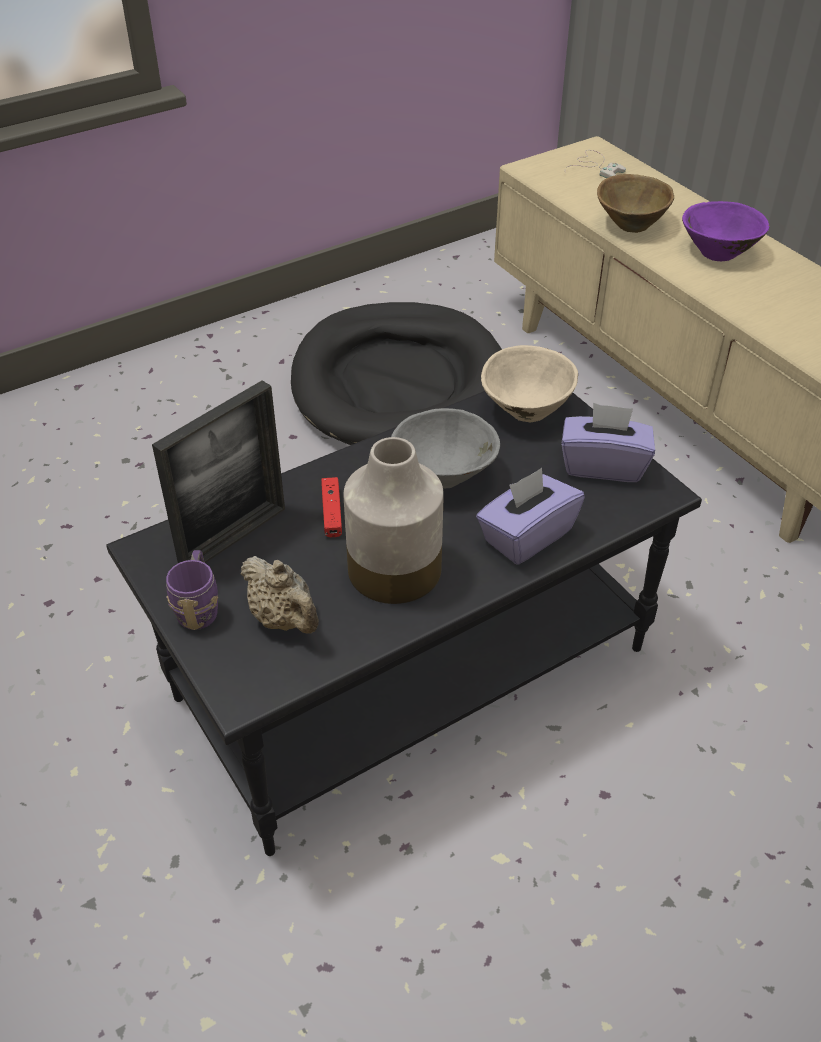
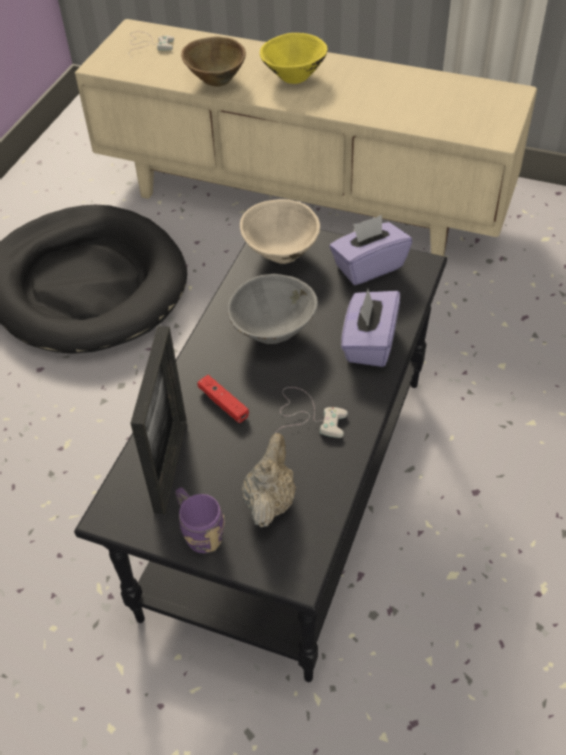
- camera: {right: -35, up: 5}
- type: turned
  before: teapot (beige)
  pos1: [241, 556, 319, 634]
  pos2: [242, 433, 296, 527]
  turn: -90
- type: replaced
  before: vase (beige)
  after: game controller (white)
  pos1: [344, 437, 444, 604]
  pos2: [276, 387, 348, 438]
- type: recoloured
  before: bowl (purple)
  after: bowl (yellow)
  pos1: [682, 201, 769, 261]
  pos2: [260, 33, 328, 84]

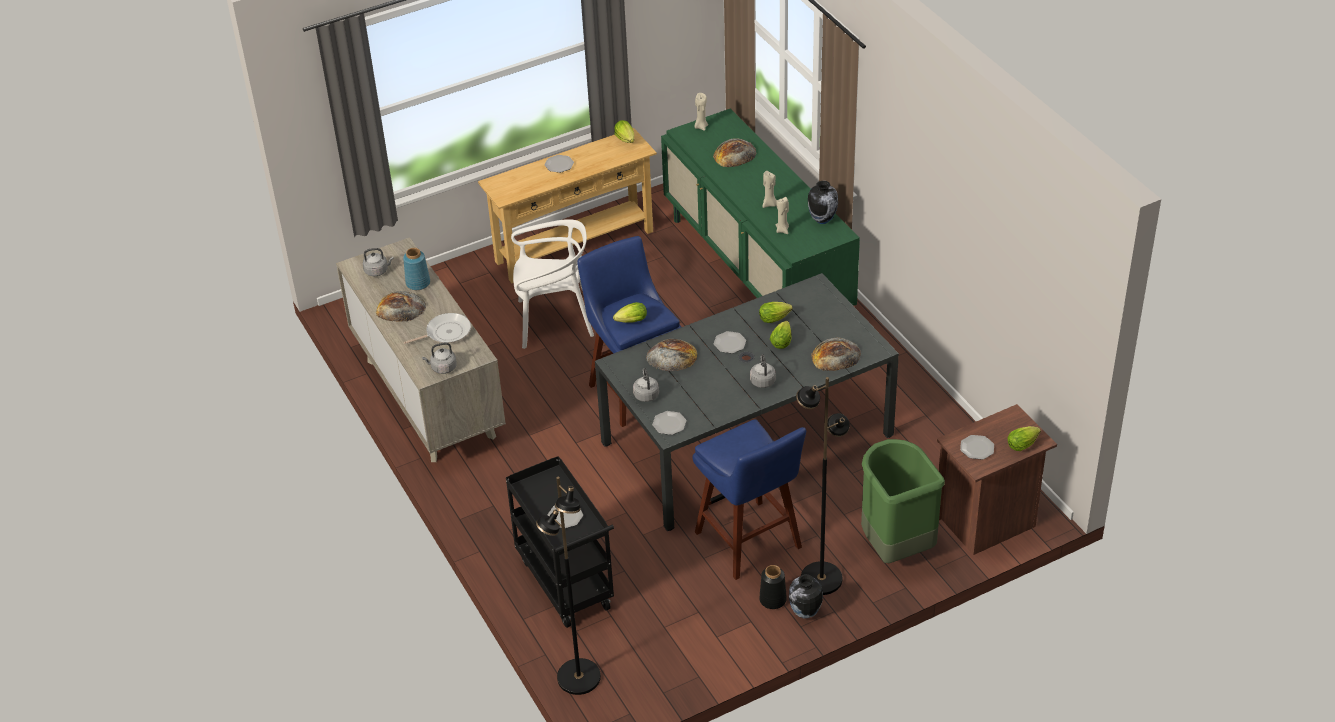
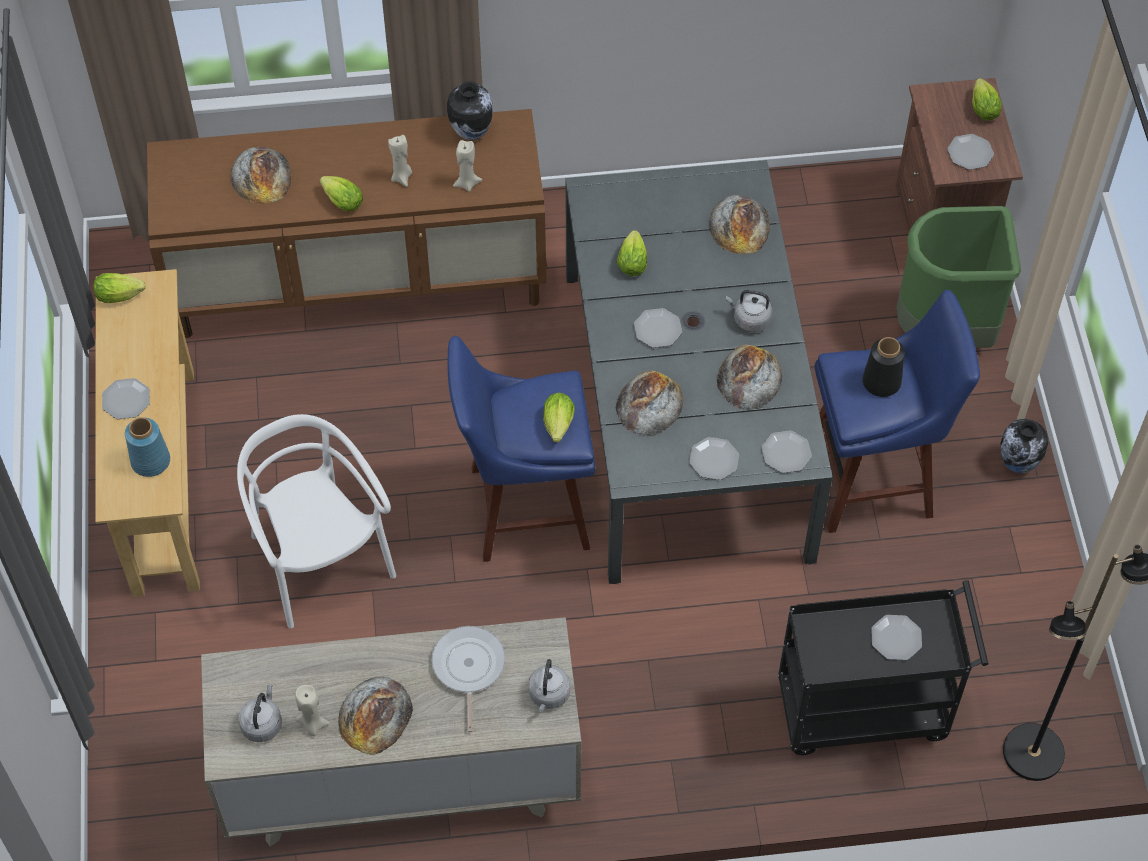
- camera: {right: -70, up: 15}
- type: moved
  before: vase (blue)
  pos1: [403, 248, 430, 290]
  pos2: [125, 417, 170, 477]
- type: turned
  before: chair (white)
  pos1: [511, 219, 594, 349]
  pos2: [237, 414, 396, 628]
  turn: -45
- type: replaced
  before: kettle (grey)
  after: plate
  pos1: [633, 368, 659, 402]
  pos2: [689, 437, 739, 480]
- type: recoloured
  before: cabinet (green)
  after: cabinet (brown)
  pos1: [661, 108, 860, 306]
  pos2: [147, 109, 546, 338]
- type: moved
  before: candle (beige)
  pos1: [694, 93, 708, 131]
  pos2: [295, 685, 330, 736]
- type: moved
  before: vase (black)
  pos1: [759, 565, 787, 609]
  pos2: [862, 337, 905, 397]
- type: moved
  before: lettuce
  pos1: [770, 321, 792, 349]
  pos2: [320, 176, 363, 211]
- type: removed
  before: floor lamp (black)
  pos1: [796, 377, 850, 595]
- type: added
  after: bread
  pos2: [717, 345, 782, 410]

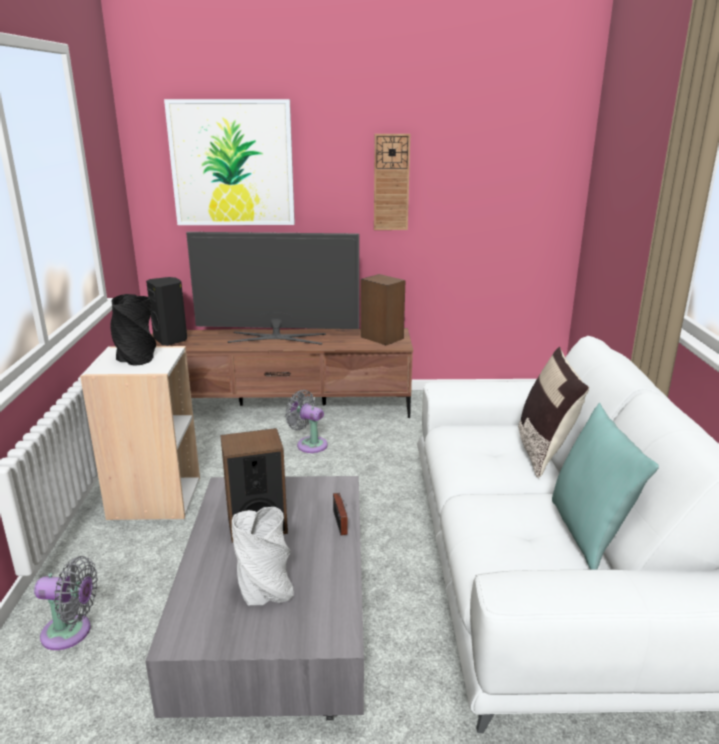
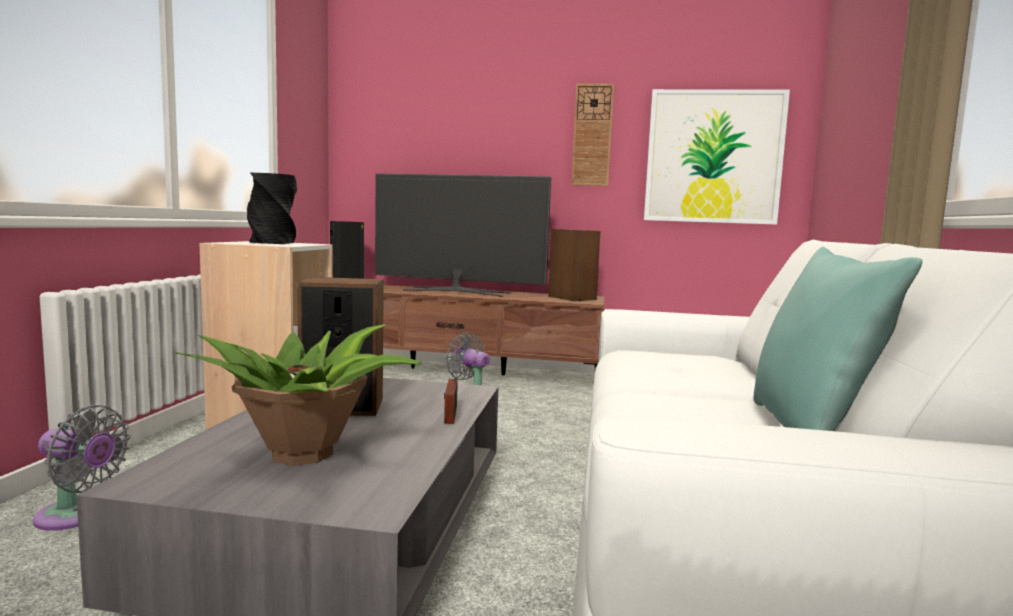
- camera: {right: 10, up: -15}
- type: moved
  before: picture
  pos1: [164, 99, 295, 225]
  pos2: [644, 89, 790, 225]
- type: replaced
  before: vase (grey)
  after: potted plant
  pos1: [232, 507, 294, 606]
  pos2: [175, 324, 422, 466]
- type: removed
  before: pillow
  pos1: [518, 347, 589, 478]

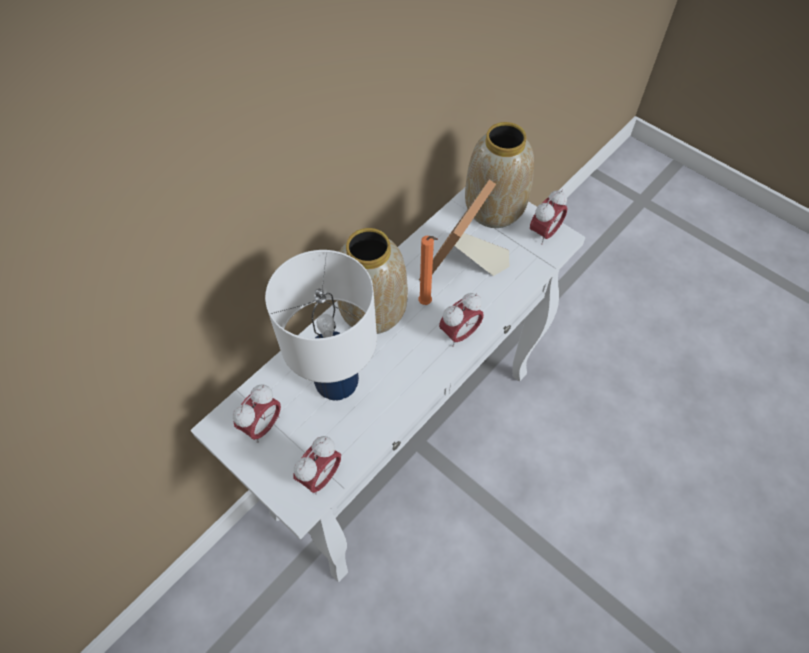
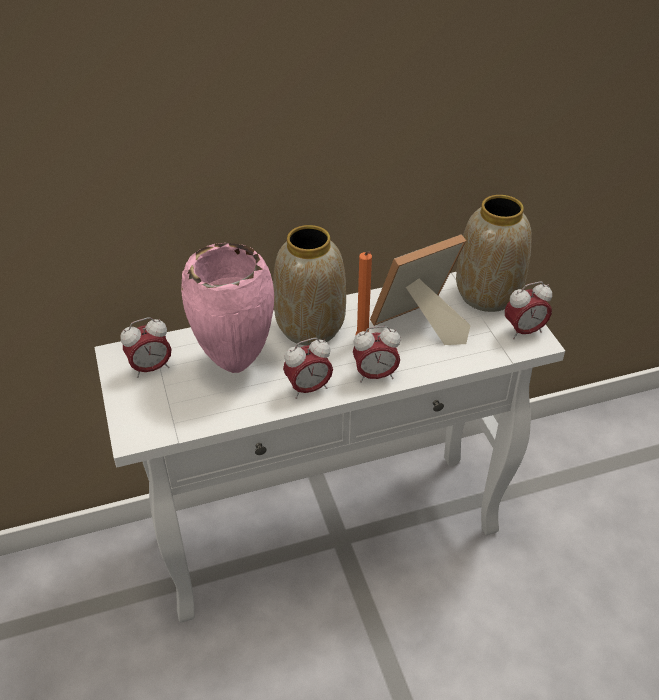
- camera: {right: 30, up: -15}
- type: replaced
  before: table lamp (white)
  after: vase (pink)
  pos1: [265, 250, 377, 400]
  pos2: [181, 243, 274, 373]
- type: moved
  before: alarm clock
  pos1: [293, 436, 341, 495]
  pos2: [283, 338, 333, 399]

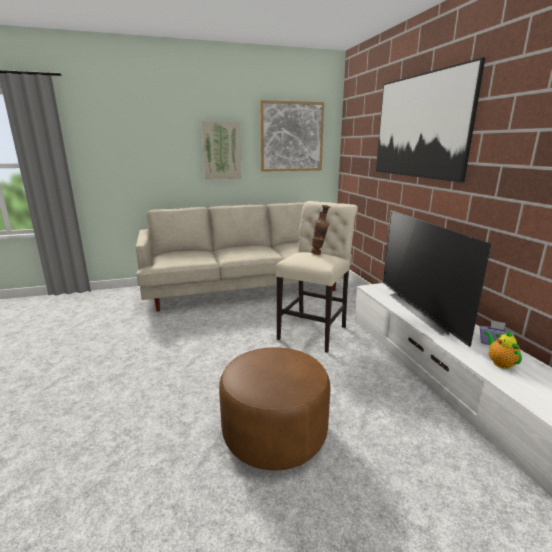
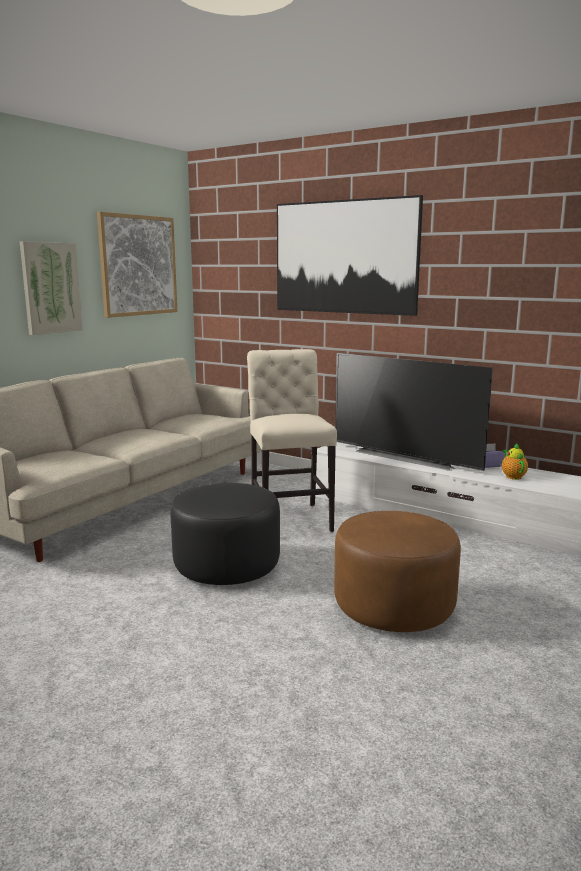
- camera: {right: -40, up: -5}
- type: removed
  before: vase
  pos1: [311, 205, 331, 255]
- type: turned
  before: teapot
  pos1: [484, 329, 522, 369]
  pos2: [502, 443, 528, 480]
  turn: 45
- type: added
  after: ottoman (black)
  pos2: [170, 483, 280, 585]

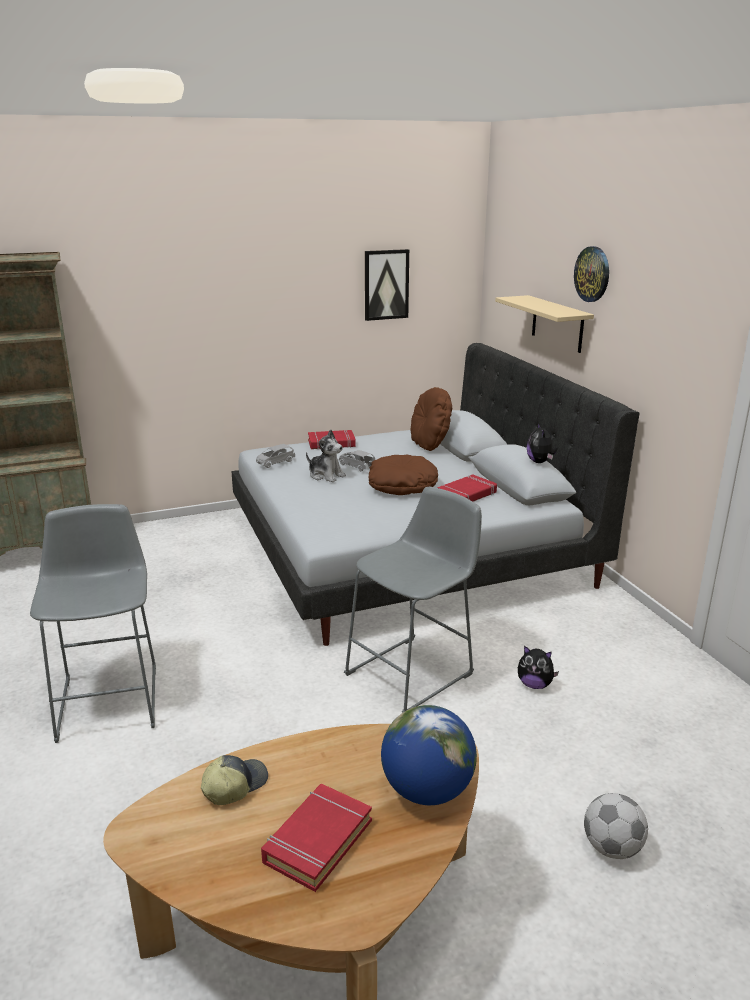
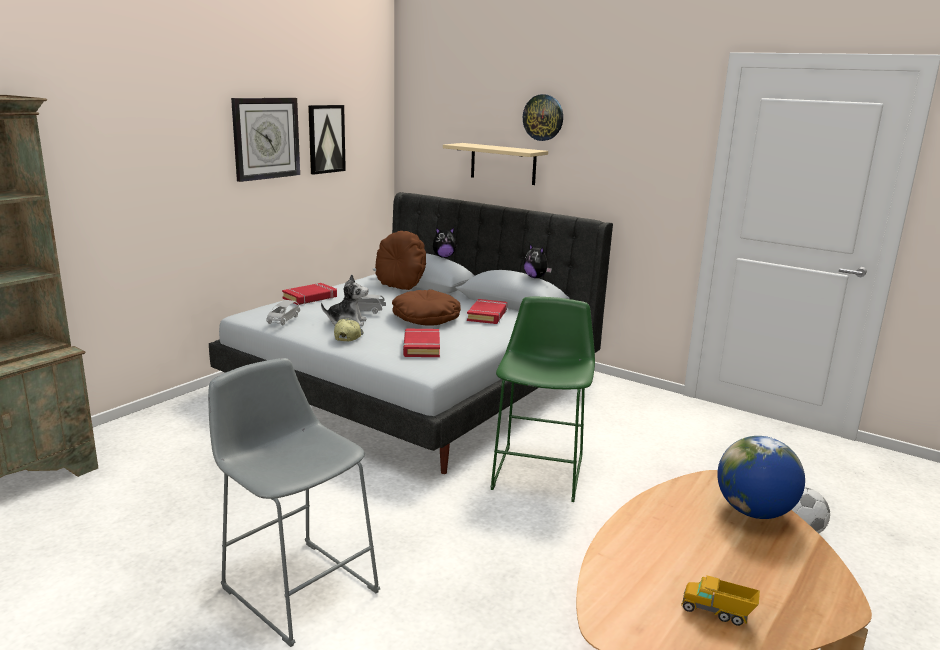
- camera: {right: -35, up: -5}
- type: moved
  before: cap
  pos1: [201, 755, 268, 805]
  pos2: [334, 318, 364, 342]
- type: moved
  before: book (red)
  pos1: [261, 784, 372, 892]
  pos2: [403, 329, 440, 357]
- type: recoloured
  before: stool (grey)
  after: stool (green)
  pos1: [344, 487, 482, 712]
  pos2: [491, 297, 595, 502]
- type: moved
  before: plush toy
  pos1: [518, 646, 559, 689]
  pos2: [433, 228, 457, 258]
- type: added
  after: wall clock
  pos2: [231, 98, 300, 182]
- type: added
  after: toy truck
  pos2: [681, 575, 760, 626]

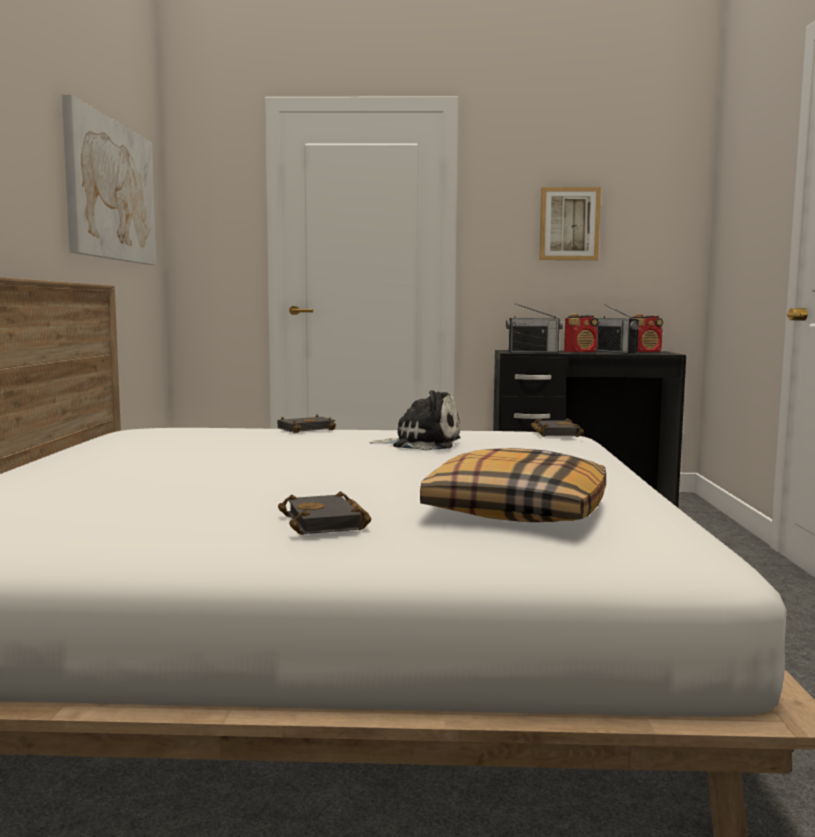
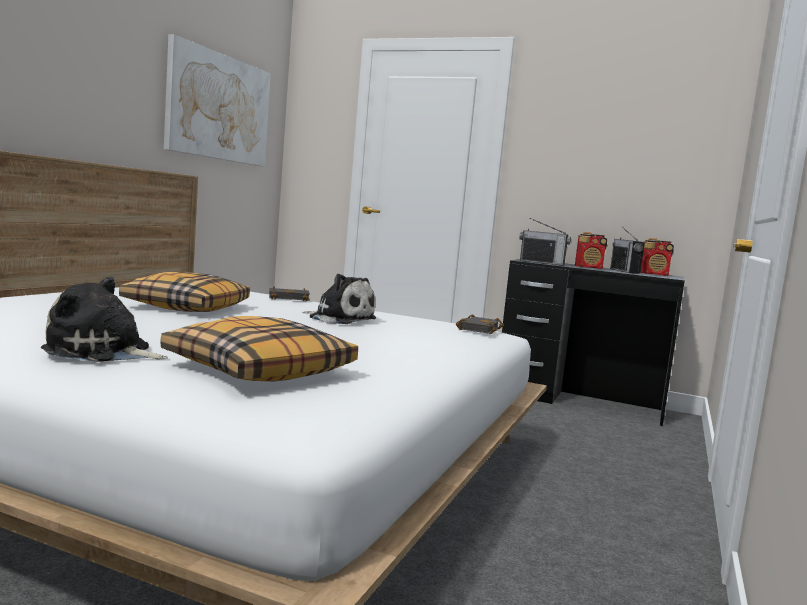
- camera: {right: 20, up: 0}
- type: replaced
  before: book (black)
  after: plush toy
  pos1: [278, 492, 371, 535]
  pos2: [41, 277, 168, 362]
- type: removed
  before: picture
  pos1: [539, 187, 601, 260]
- type: added
  after: pillow
  pos2: [119, 272, 250, 312]

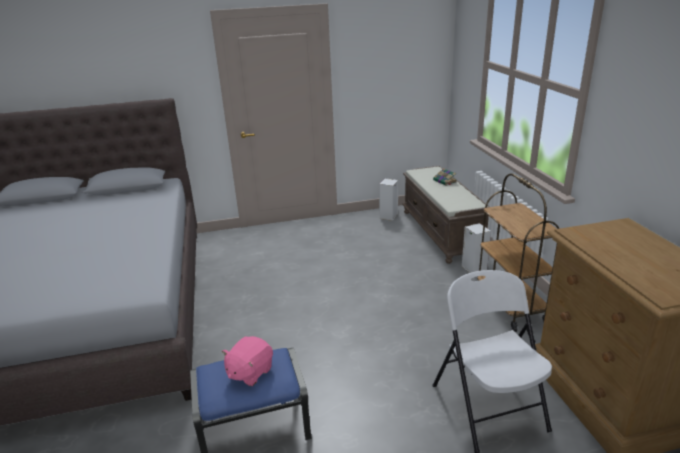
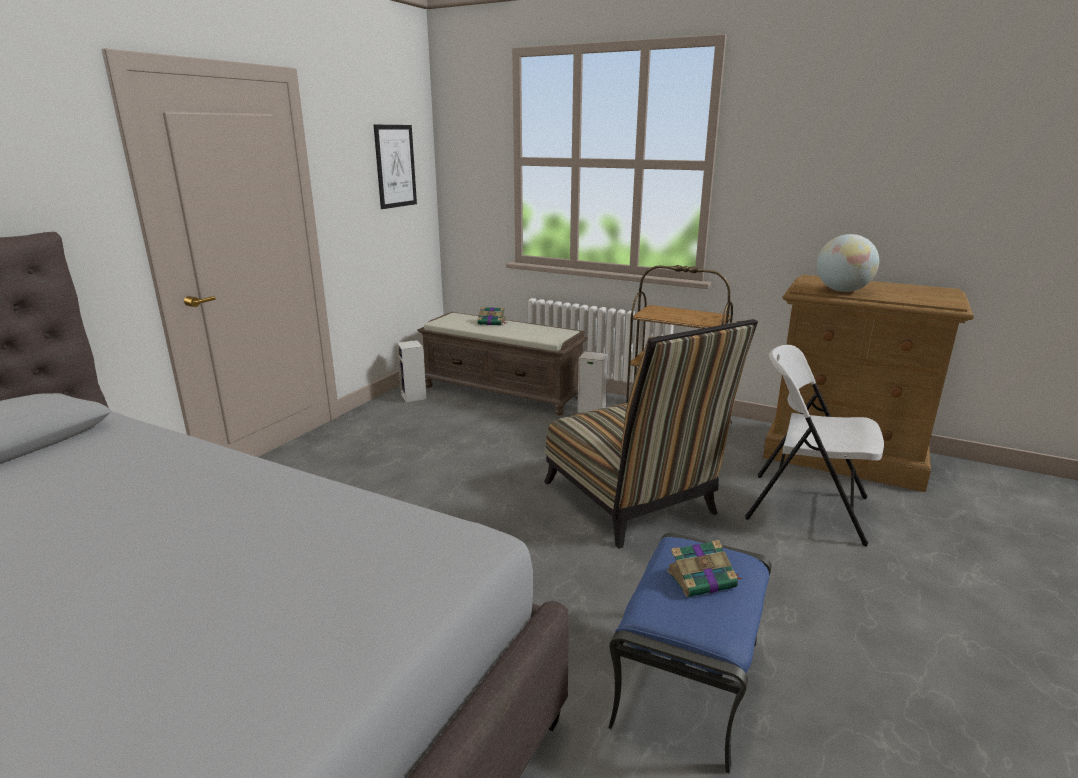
- camera: {right: -50, up: -5}
- type: replaced
  before: plush toy (pink)
  after: book
  pos1: [222, 336, 273, 386]
  pos2: [667, 540, 742, 597]
- type: added
  after: picture
  pos2: [374, 125, 417, 209]
- type: added
  after: chair
  pos2: [544, 319, 758, 549]
- type: added
  after: globe
  pos2: [817, 234, 879, 292]

